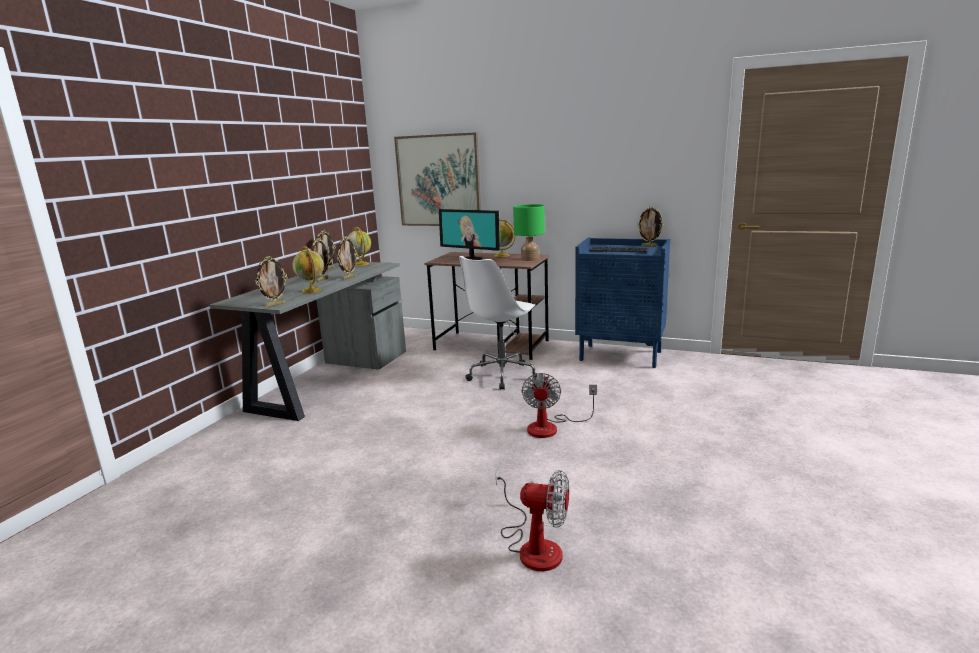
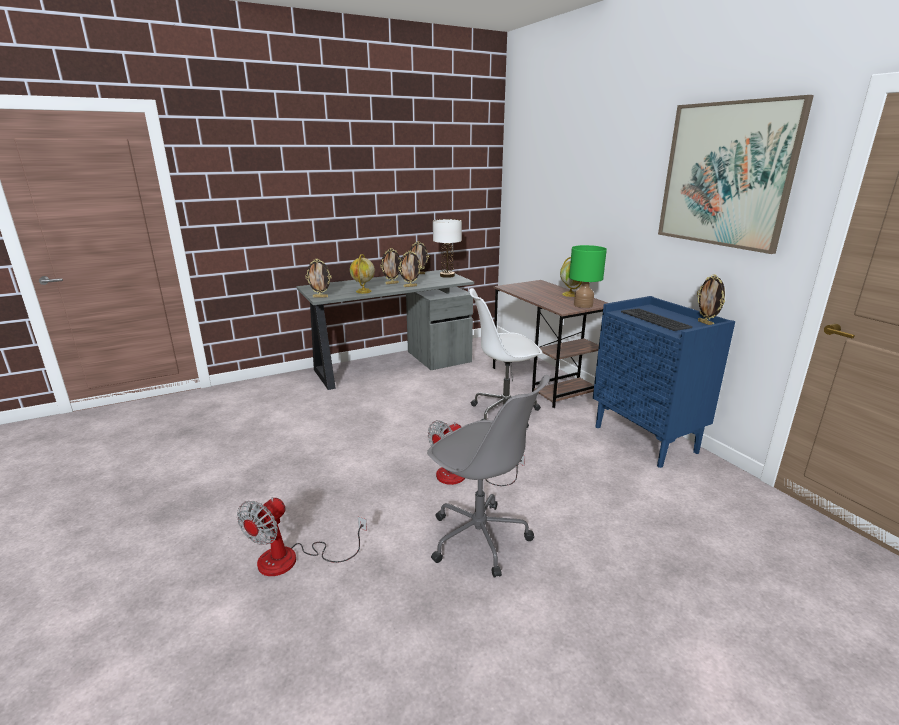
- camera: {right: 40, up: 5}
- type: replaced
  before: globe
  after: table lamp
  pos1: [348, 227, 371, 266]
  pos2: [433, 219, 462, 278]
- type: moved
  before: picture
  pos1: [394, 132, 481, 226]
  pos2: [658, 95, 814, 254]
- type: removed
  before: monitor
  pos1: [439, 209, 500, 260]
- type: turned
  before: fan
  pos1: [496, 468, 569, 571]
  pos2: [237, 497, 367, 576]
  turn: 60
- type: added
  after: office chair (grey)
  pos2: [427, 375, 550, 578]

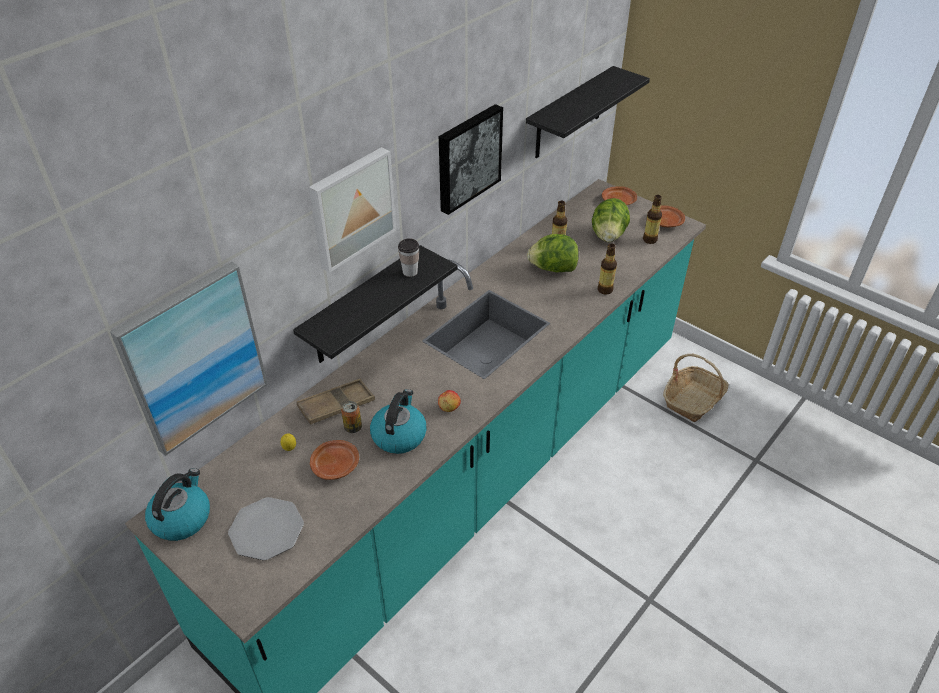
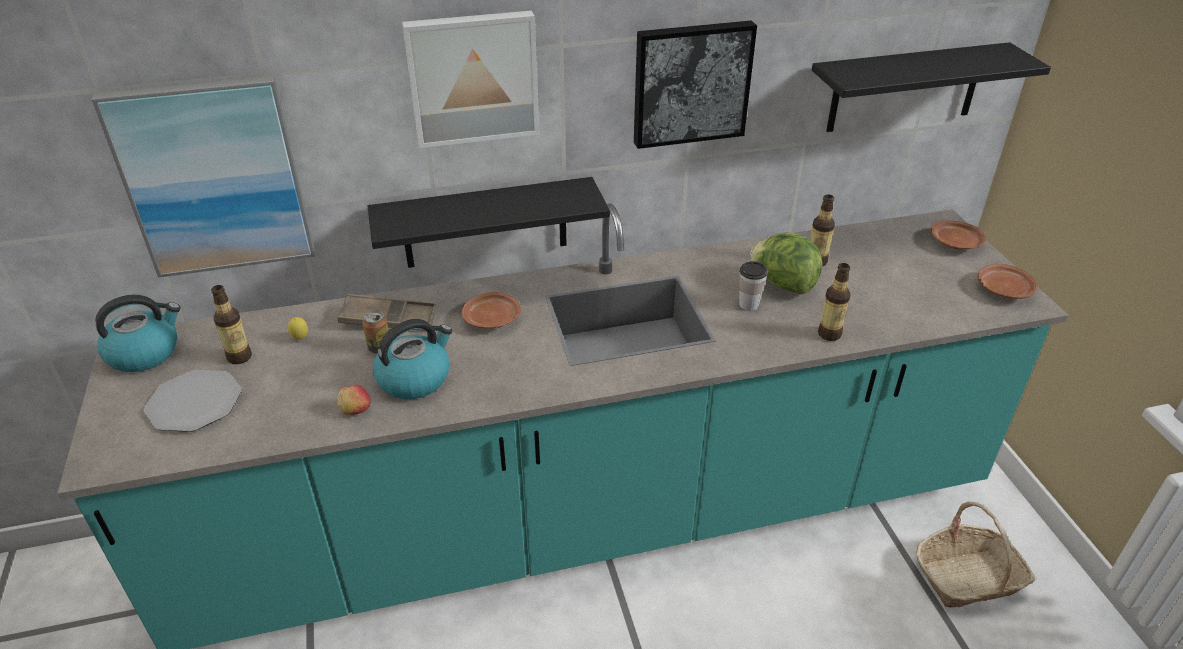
- camera: {right: 35, up: -5}
- type: moved
  before: plate (brown)
  pos1: [310, 440, 359, 480]
  pos2: [461, 292, 521, 329]
- type: moved
  before: cup
  pos1: [398, 238, 419, 277]
  pos2: [739, 261, 768, 311]
- type: moved
  before: apple
  pos1: [438, 390, 461, 412]
  pos2: [337, 385, 370, 415]
- type: removed
  before: lettuce
  pos1: [592, 198, 630, 242]
- type: moved
  before: bottle
  pos1: [643, 195, 662, 244]
  pos2: [211, 285, 252, 364]

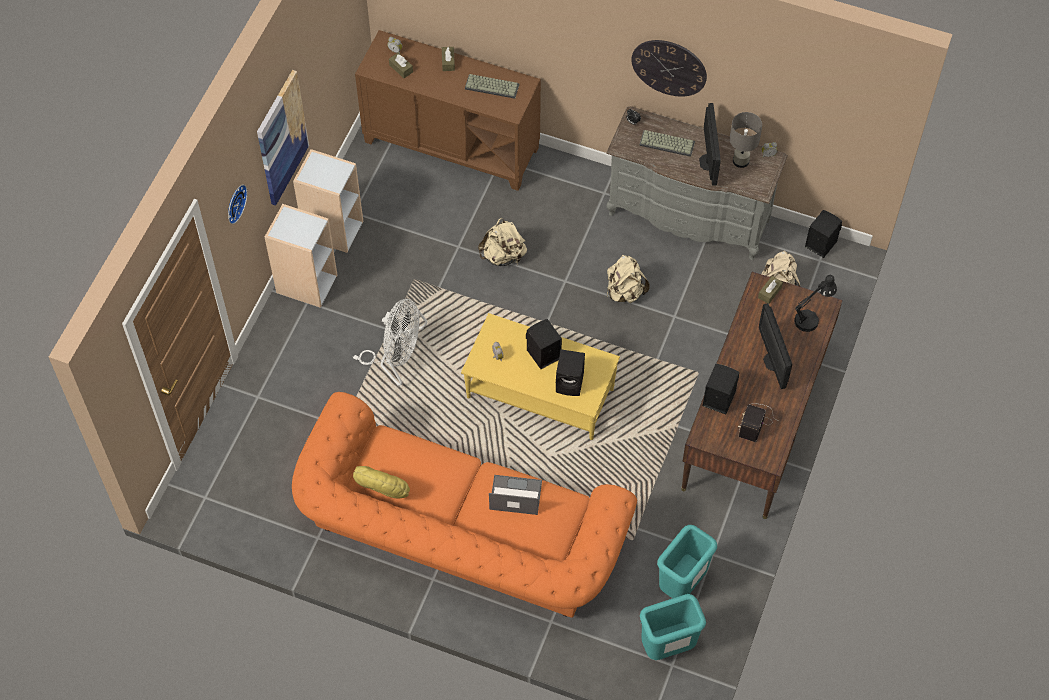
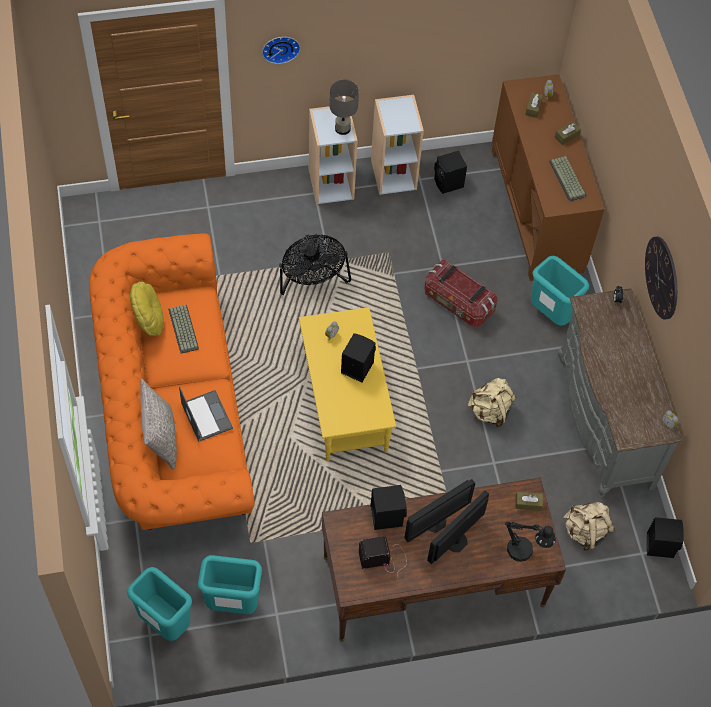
- camera: {right: 55, up: 0}
- type: removed
  before: picture
  pos1: [257, 70, 309, 206]
- type: recoloured
  before: fan (white)
  after: fan (black)
  pos1: [353, 299, 427, 386]
  pos2: [279, 234, 351, 295]
- type: replaced
  before: backpack (beige)
  after: storage box
  pos1: [478, 218, 527, 266]
  pos2: [424, 260, 498, 327]
- type: moved
  before: speaker (black)
  pos1: [556, 349, 585, 396]
  pos2: [434, 151, 467, 194]
- type: moved
  before: keyboard
  pos1: [639, 130, 695, 157]
  pos2: [168, 305, 199, 354]
- type: moved
  before: monitor
  pos1: [699, 103, 721, 186]
  pos2: [405, 479, 475, 542]
- type: moved
  before: table lamp (grey)
  pos1: [730, 112, 762, 168]
  pos2: [330, 79, 359, 135]
- type: added
  after: pillow (grey)
  pos2: [140, 379, 177, 470]
- type: added
  after: trash can (turquoise)
  pos2: [531, 255, 589, 326]

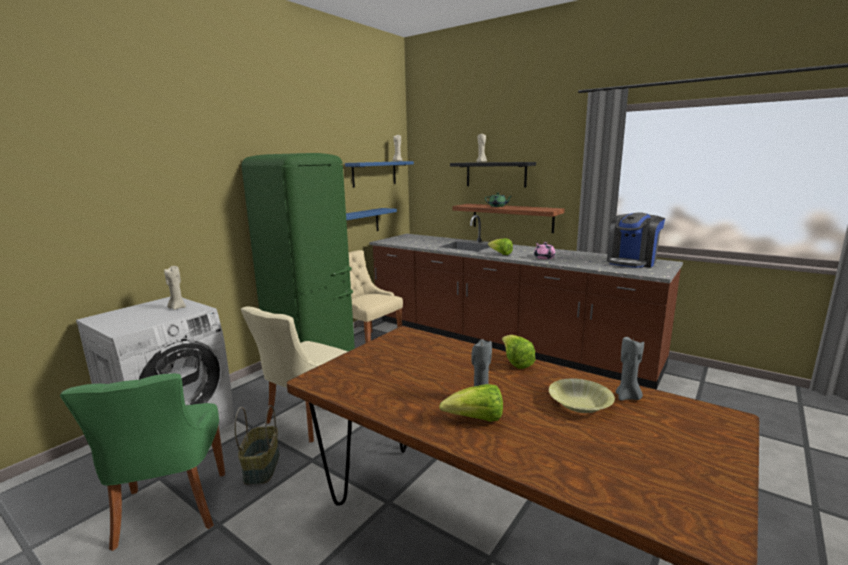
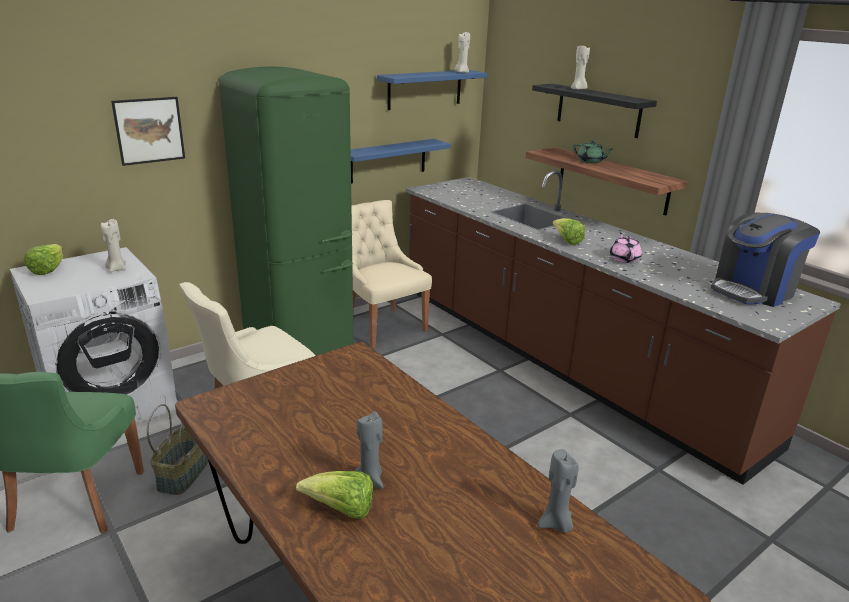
- camera: {right: 15, up: 10}
- type: moved
  before: lettuce
  pos1: [502, 335, 535, 369]
  pos2: [24, 244, 63, 275]
- type: removed
  before: bowl (yellow)
  pos1: [549, 378, 615, 413]
- type: added
  after: picture
  pos2: [111, 97, 185, 166]

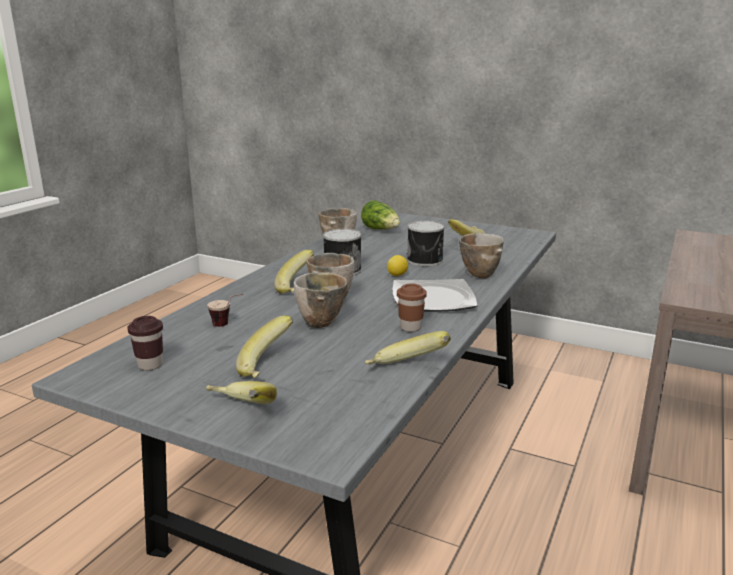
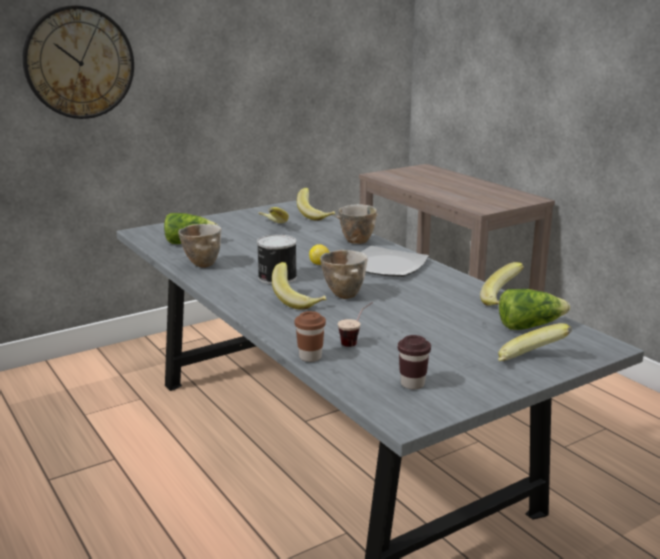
- camera: {right: -60, up: 0}
- type: moved
  before: banana
  pos1: [236, 316, 293, 378]
  pos2: [297, 188, 335, 221]
- type: removed
  before: bowl
  pos1: [294, 272, 347, 328]
- type: moved
  before: cup (brown)
  pos1: [397, 284, 427, 332]
  pos2: [295, 311, 326, 362]
- type: removed
  before: can
  pos1: [407, 221, 445, 266]
- type: added
  after: wall clock
  pos2: [23, 5, 134, 119]
- type: added
  after: lettuce
  pos2: [499, 289, 570, 330]

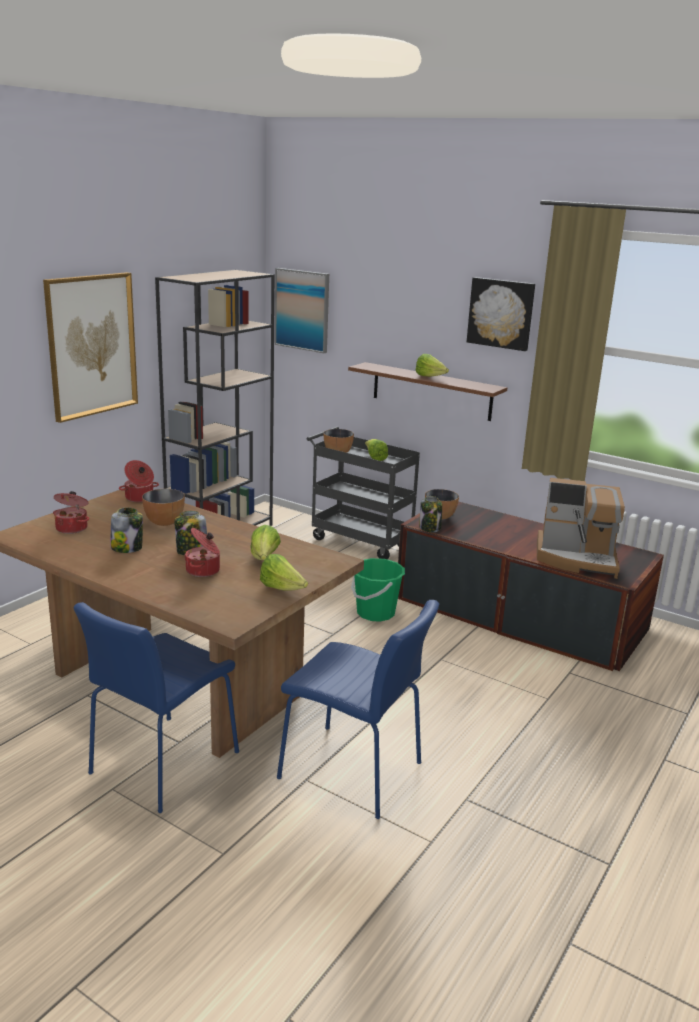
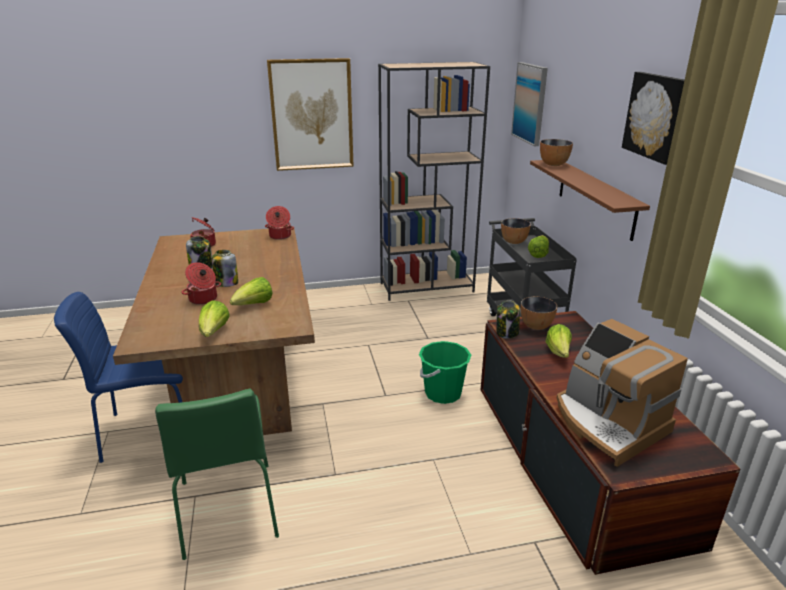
- camera: {right: 45, up: 5}
- type: moved
  before: bowl
  pos1: [142, 489, 185, 526]
  pos2: [540, 139, 573, 166]
- type: recoloured
  before: chair (blue)
  after: chair (green)
  pos1: [277, 600, 439, 819]
  pos2: [155, 389, 279, 560]
- type: moved
  before: lettuce
  pos1: [416, 354, 449, 377]
  pos2: [546, 324, 572, 358]

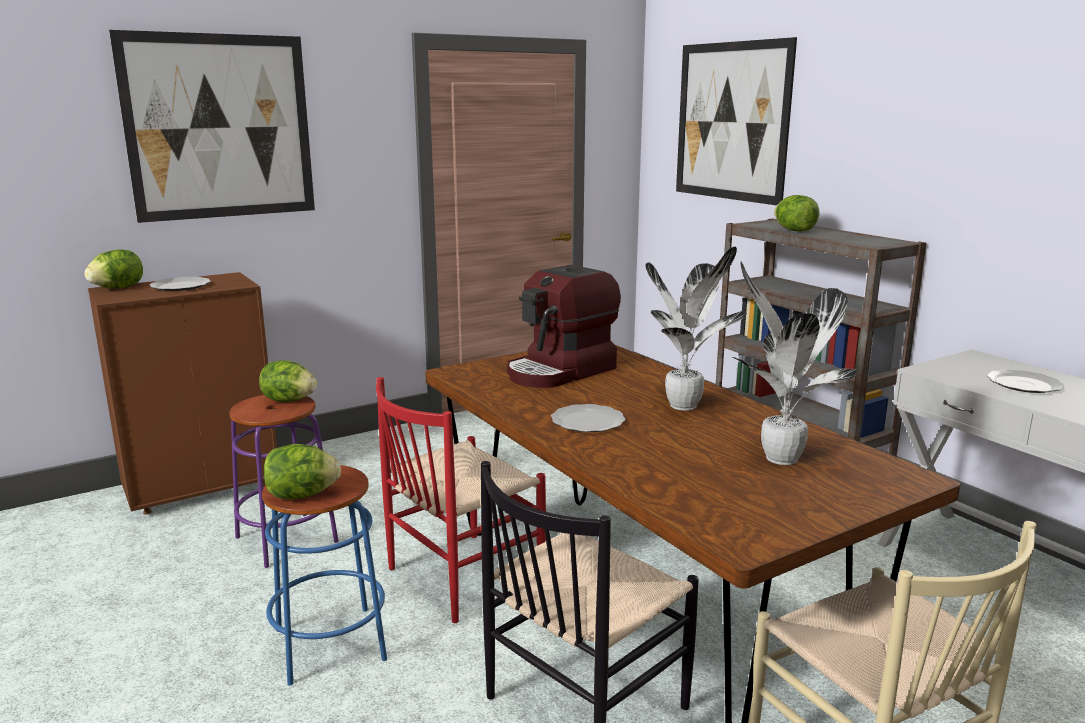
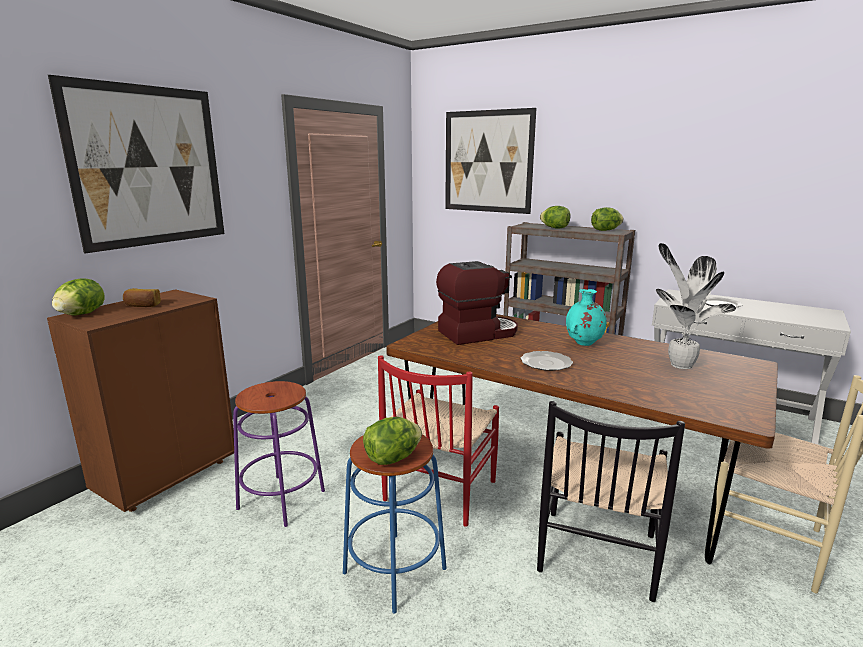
- camera: {right: -25, up: 0}
- type: replaced
  before: plate
  after: bread
  pos1: [150, 277, 211, 291]
  pos2: [123, 288, 161, 307]
- type: moved
  before: lettuce
  pos1: [259, 360, 317, 402]
  pos2: [591, 207, 624, 231]
- type: turned
  before: coffee machine
  pos1: [507, 265, 621, 388]
  pos2: [436, 261, 518, 345]
  turn: -135
- type: replaced
  before: potted plant
  after: vase (turquoise)
  pos1: [646, 247, 747, 411]
  pos2: [566, 289, 607, 346]

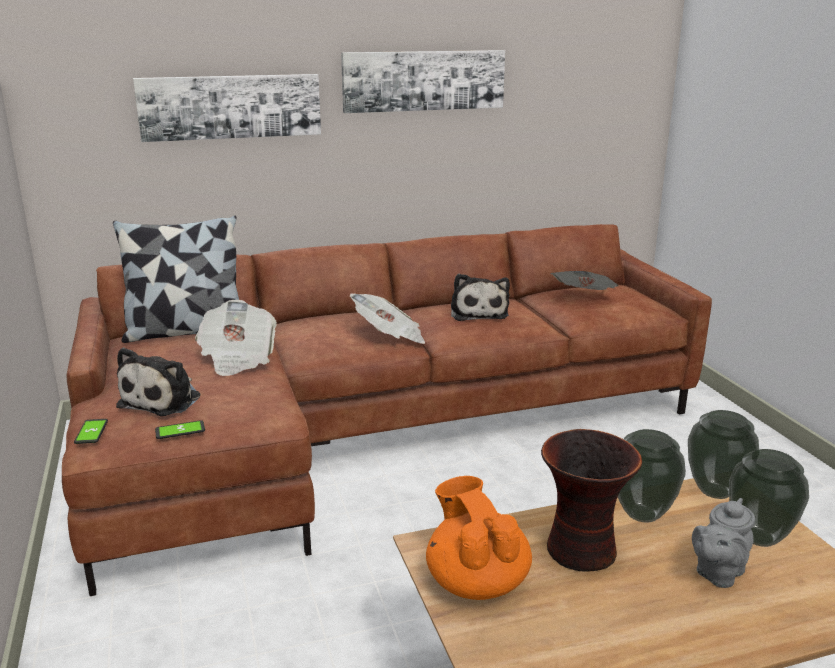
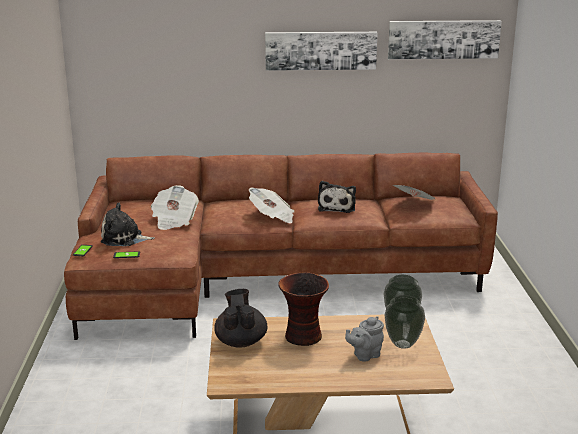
- camera: {right: 15, up: 0}
- type: removed
  before: pillow
  pos1: [113, 216, 239, 343]
- type: turned
  before: plush toy
  pos1: [116, 347, 200, 416]
  pos2: [101, 202, 155, 246]
  turn: 60
- type: moved
  before: picture
  pos1: [133, 74, 321, 142]
  pos2: [388, 20, 502, 59]
- type: recoloured
  before: teapot (orange)
  after: teapot (black)
  pos1: [426, 476, 532, 600]
  pos2: [214, 289, 267, 347]
- type: removed
  before: vase
  pos1: [618, 429, 686, 523]

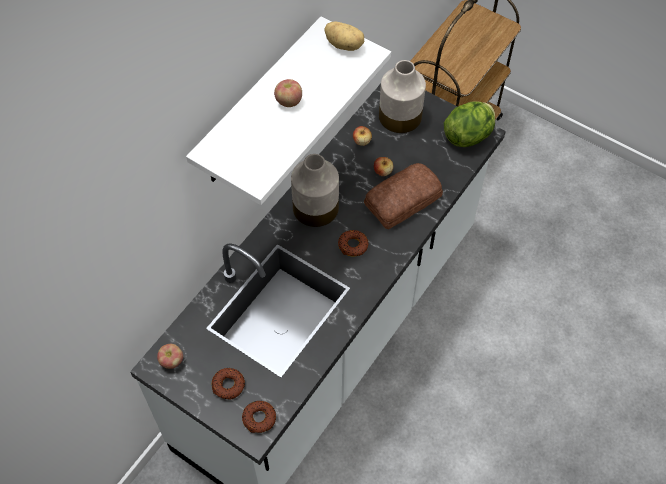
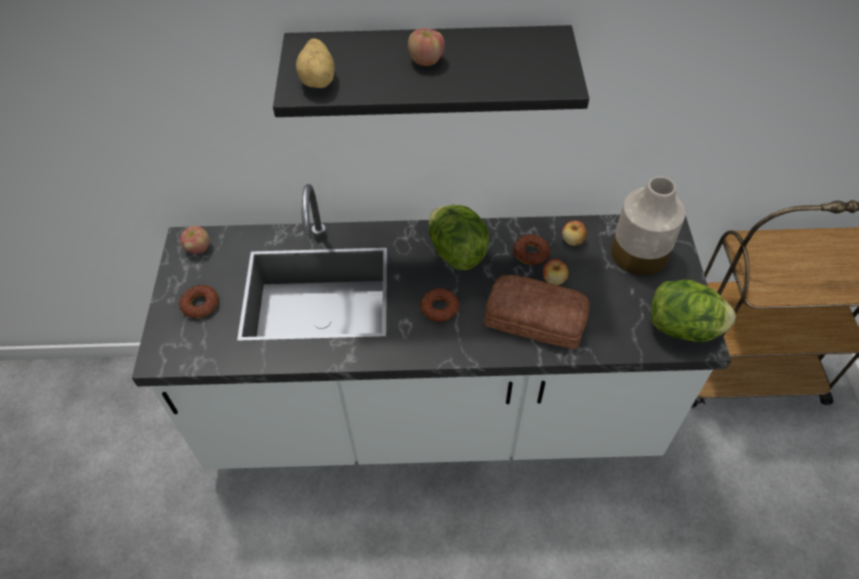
- camera: {right: 55, up: -5}
- type: recoloured
  before: shelf (white)
  after: shelf (black)
  pos1: [186, 17, 391, 205]
  pos2: [273, 25, 589, 117]
- type: moved
  before: donut
  pos1: [242, 400, 276, 433]
  pos2: [513, 234, 550, 265]
- type: replaced
  before: vase (beige)
  after: lettuce
  pos1: [291, 154, 339, 227]
  pos2: [429, 205, 489, 270]
- type: moved
  before: potato
  pos1: [324, 22, 364, 51]
  pos2: [296, 38, 334, 88]

